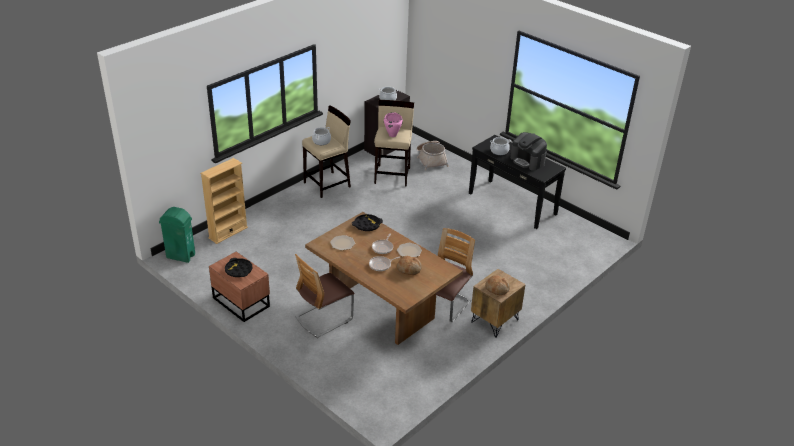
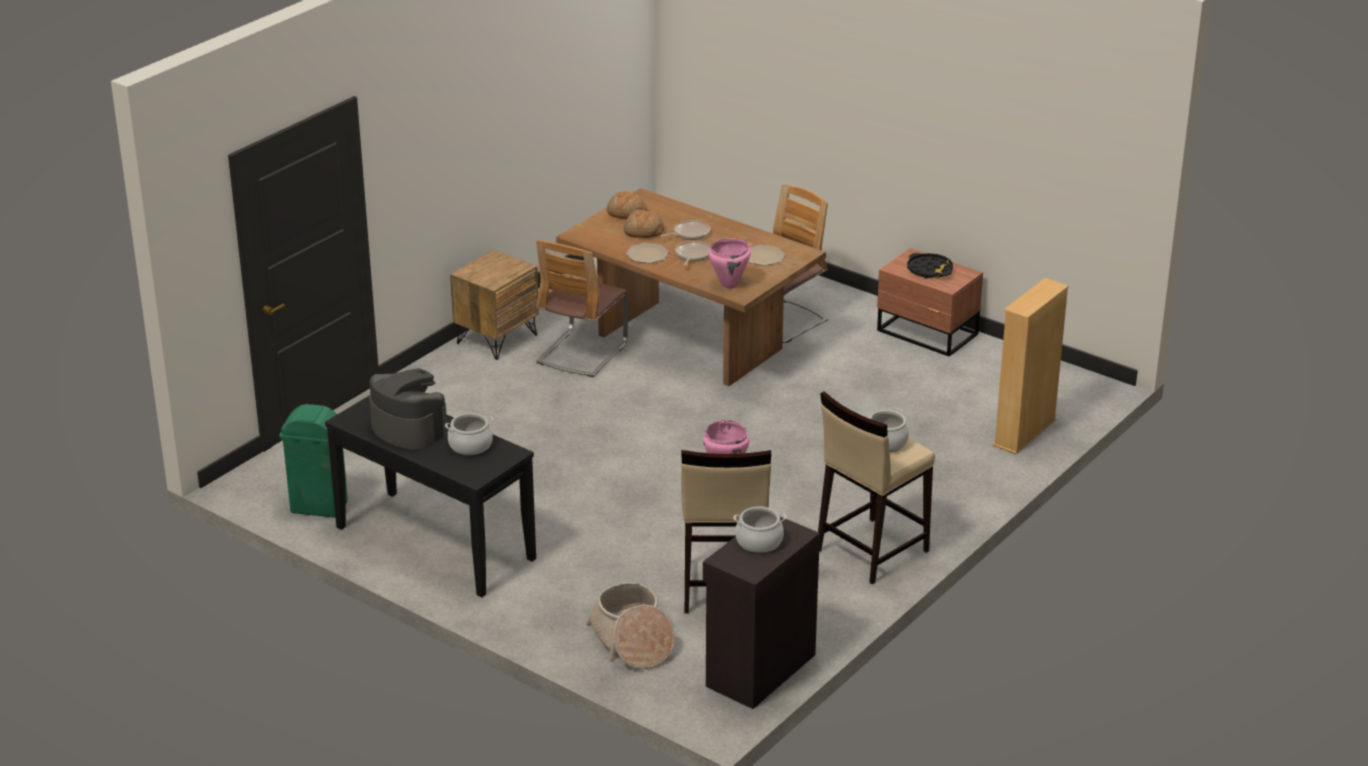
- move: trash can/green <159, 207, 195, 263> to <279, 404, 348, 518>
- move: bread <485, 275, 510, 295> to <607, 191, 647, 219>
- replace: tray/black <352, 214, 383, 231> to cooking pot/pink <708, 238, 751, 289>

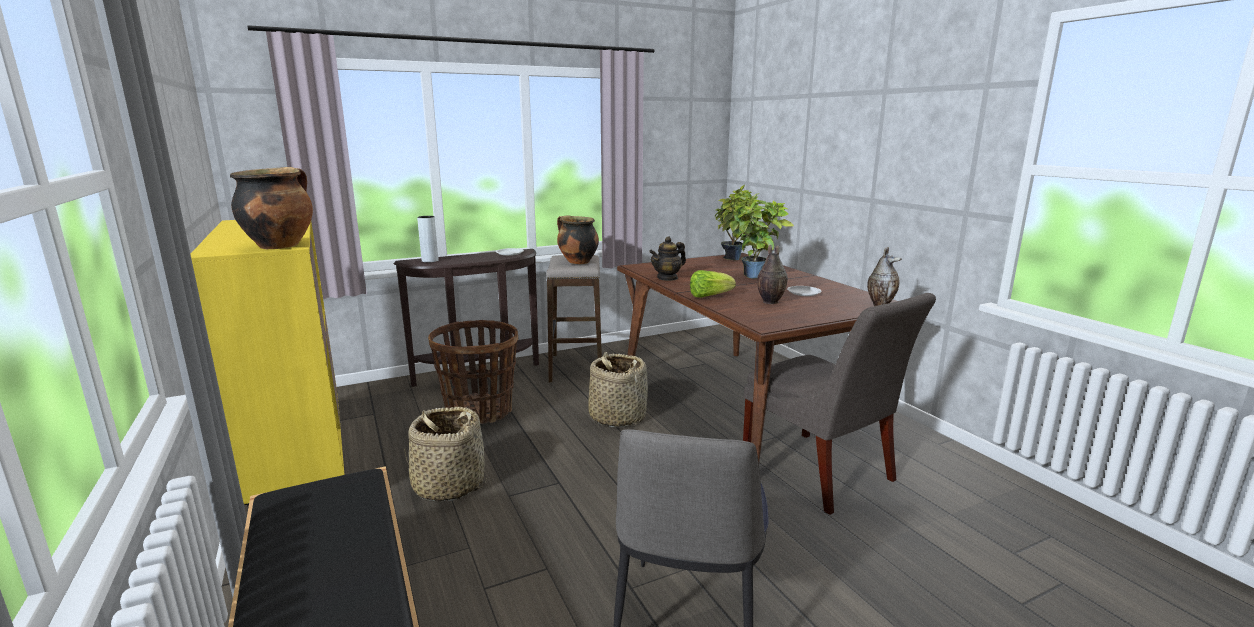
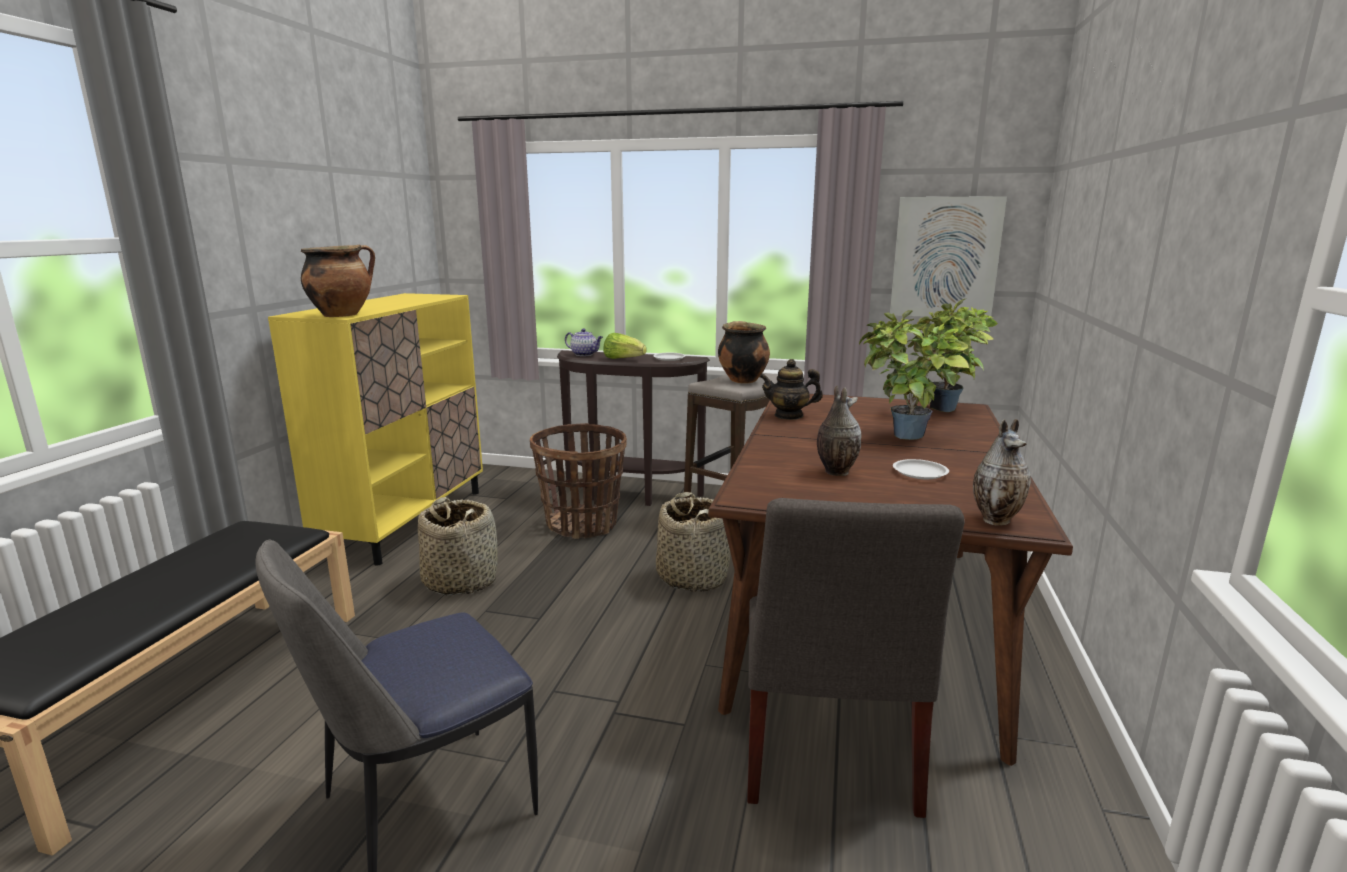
- replace: vase/grey <417, 216, 439, 263> to teapot <565, 328, 603, 356>
- move: lettuce <690, 270, 736, 298> to <604, 333, 647, 359>
- insert: picture <890, 196, 1007, 319>

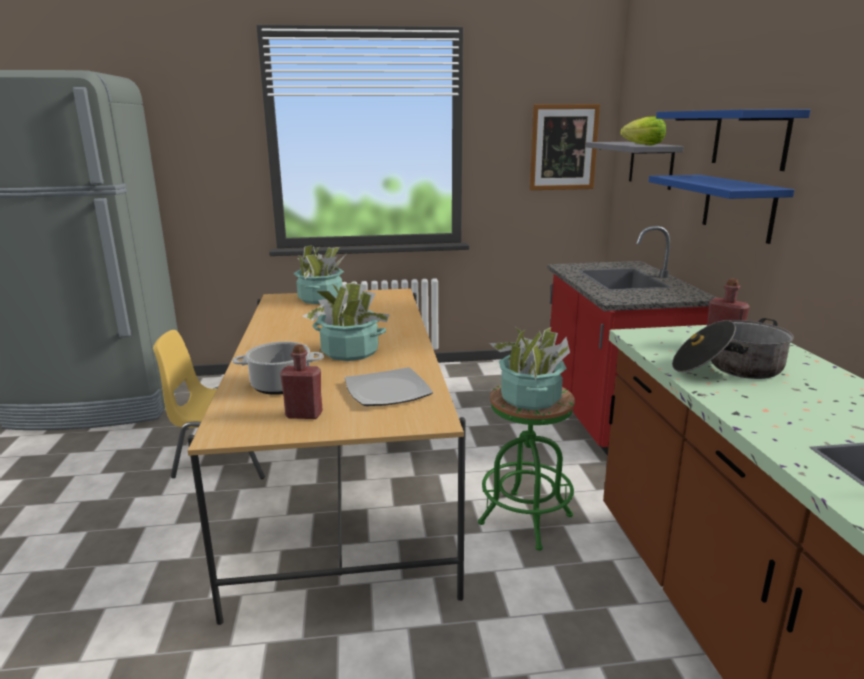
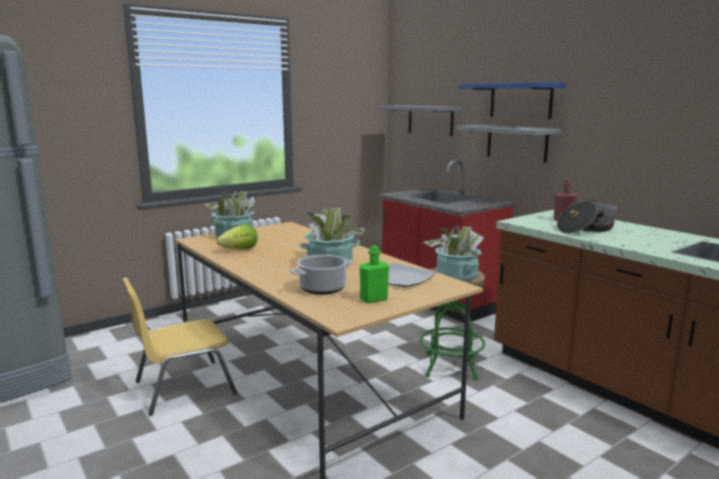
- move: lettuce <620, 116, 666, 145> to <217, 225, 258, 249>
- recolor: bottle/red <280, 344, 323, 419> to bottle/green <359, 245, 389, 303>
- recolor: shelf/blue <649, 175, 794, 244> to shelf/grey <456, 125, 561, 163>
- delete: picture <530, 104, 600, 190>

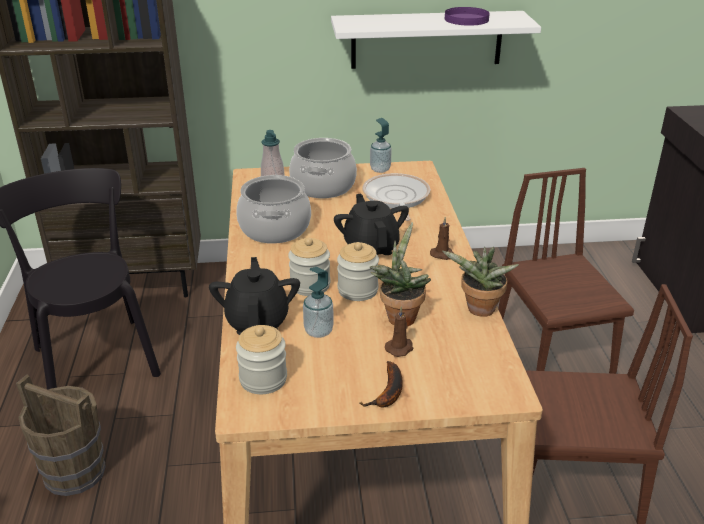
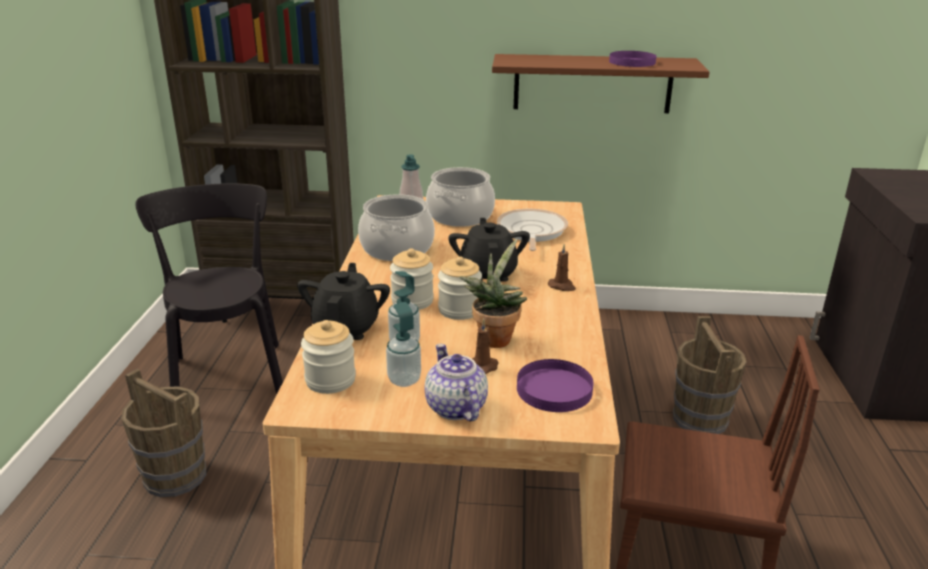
- move: soap dispenser <370, 118, 392, 173> to <386, 302, 421, 387>
- replace: banana <359, 361, 403, 408> to teapot <425, 344, 488, 421>
- recolor: shelf/white <331, 11, 541, 69> to shelf/brown <492, 54, 710, 113>
- insert: plate/purple <517, 359, 594, 412>
- replace: chair/brown <498, 168, 634, 374> to bucket/brown <673, 316, 747, 434>
- delete: potted plant <442, 247, 519, 317>

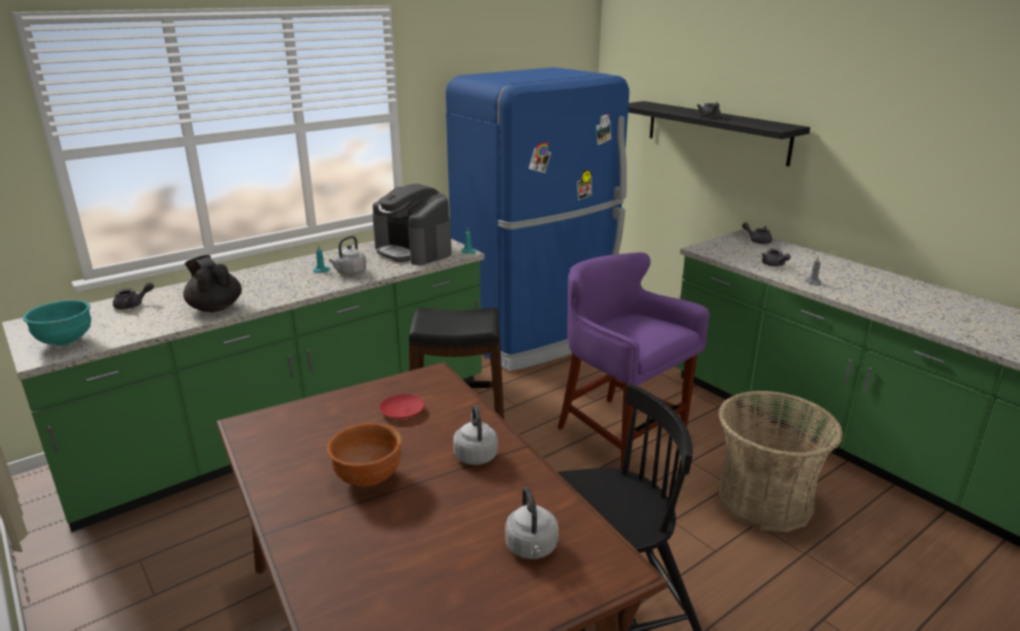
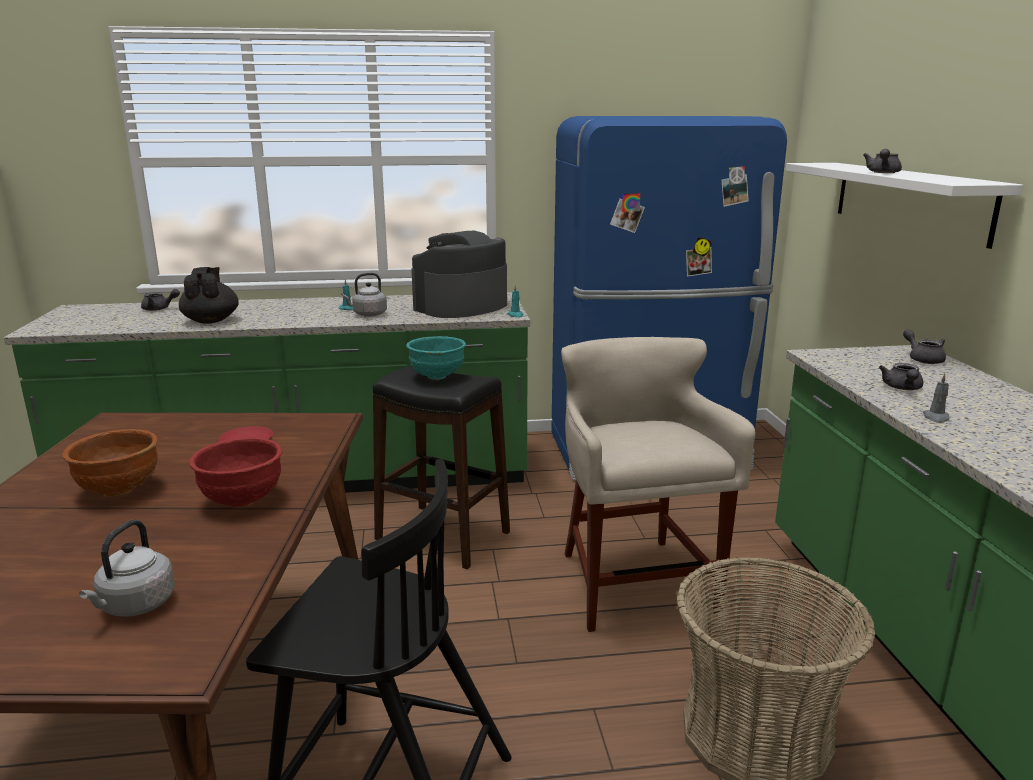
- replace: kettle/grey <453, 405, 498, 465> to bowl/red <189, 437, 282, 507>
- move: bowl/turquoise <23, 300, 91, 346> to <406, 336, 466, 380>
- rotate: coffee machine <372, 184, 452, 265> = <411, 231, 507, 318> 60 degrees clockwise
- recolor: stool/purple <557, 253, 710, 469> to stool/beige <561, 337, 756, 632>
- recolor: shelf/black <628, 101, 810, 166> to shelf/white <785, 163, 1023, 249>

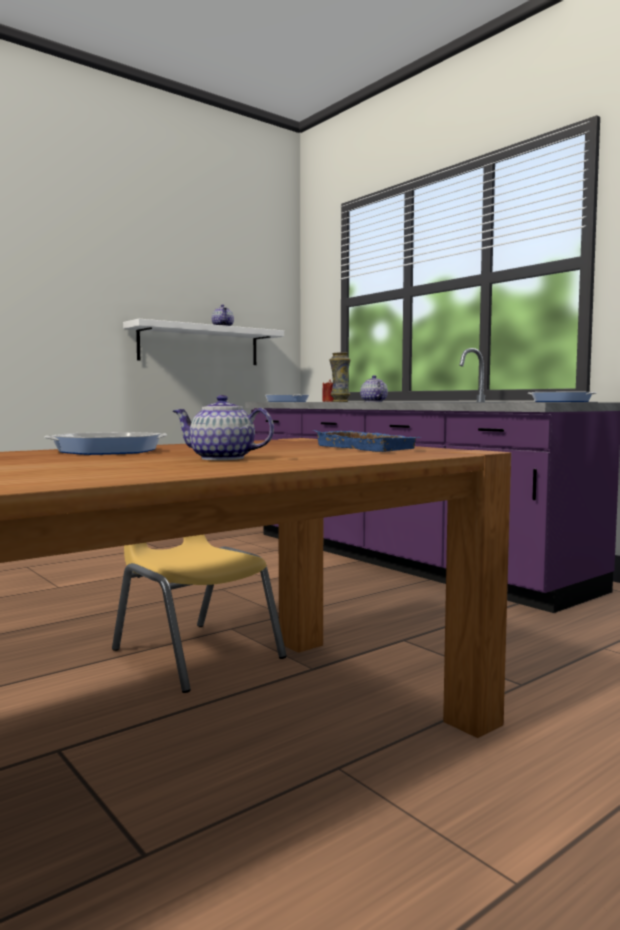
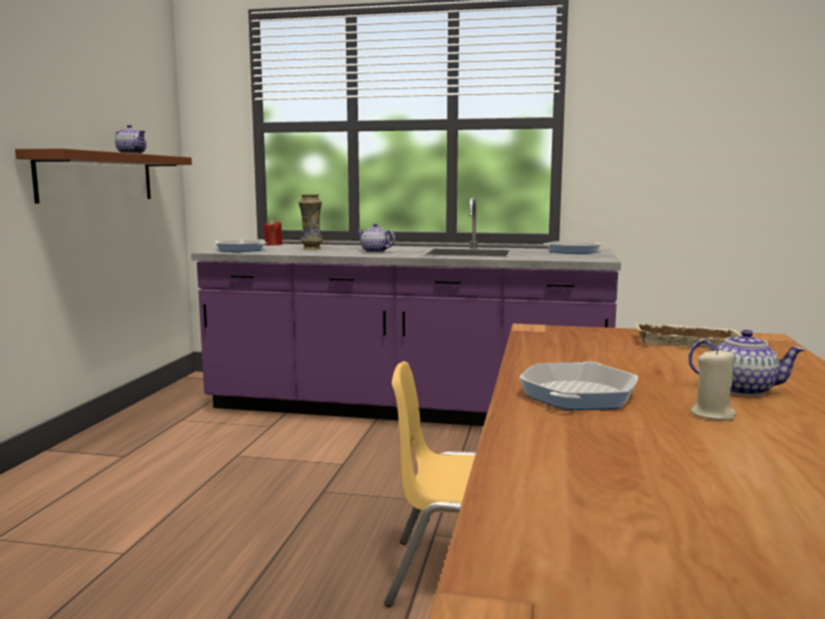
- recolor: shelf/white <123, 319, 284, 365> to shelf/brown <15, 148, 192, 204>
- recolor: tray/blue <313, 430, 421, 452> to tray/beige <636, 323, 742, 348>
- rotate: teapot <173, 395, 274, 460> = <688, 330, 805, 396> 135 degrees counterclockwise
- insert: candle/beige <690, 348, 736, 420>

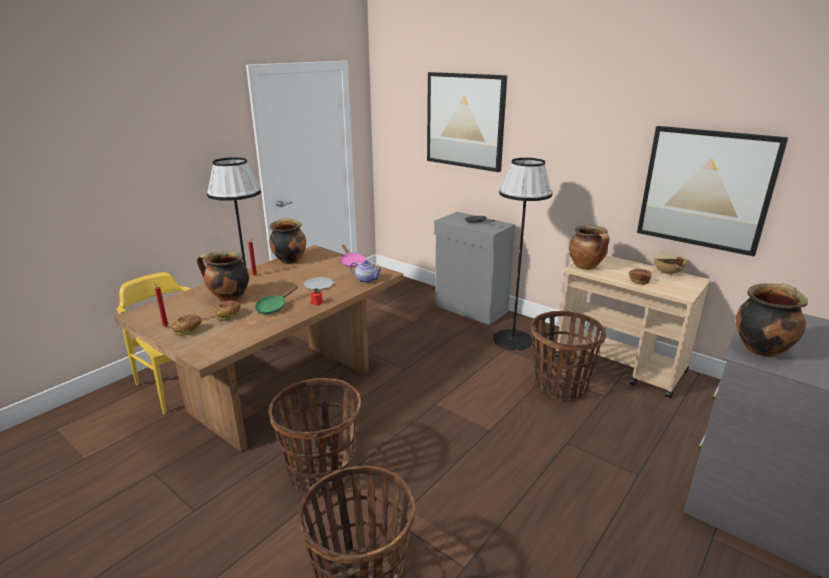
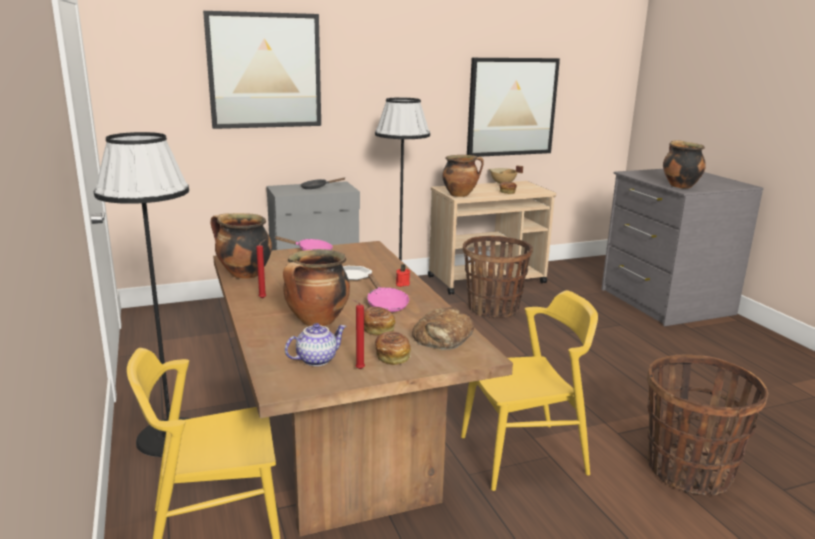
- move: teapot <350, 260, 383, 283> to <285, 323, 346, 366>
- recolor: frying pan/green <255, 286, 298, 314> to frying pan/pink <367, 274, 409, 312>
- insert: bread <412, 307, 474, 350>
- replace: basket <268, 378, 361, 495> to chair/yellow <461, 290, 598, 491>

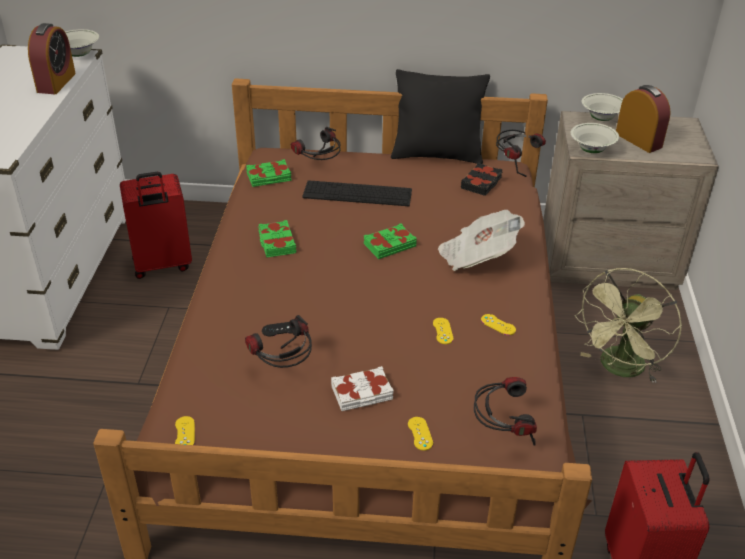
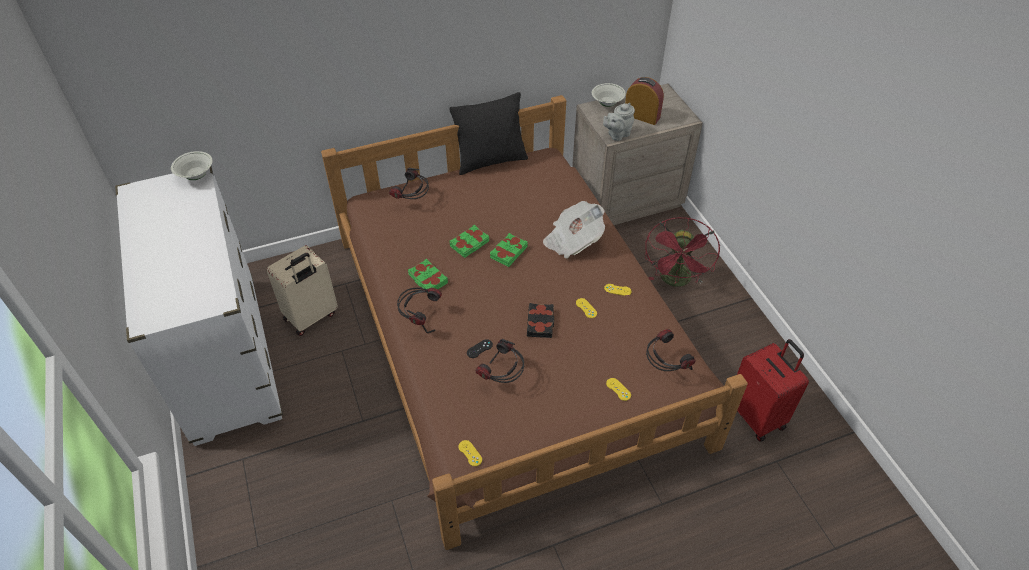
- recolor: suitcase/red <120, 172, 192, 279> to suitcase/beige <266, 245, 338, 336>
- move: headphones <496, 130, 546, 177> to <397, 288, 442, 333>
- move: book/green <246, 159, 291, 187> to <450, 225, 489, 258>
- move: book/black <461, 162, 503, 196> to <527, 303, 554, 338>
- replace: bowl/white <571, 123, 619, 153> to teapot/grey <603, 103, 635, 141>
- recolor: fan/green <575, 268, 682, 383> to fan/red <645, 217, 720, 287>
- delete: alarm clock <28, 23, 76, 94>
- delete: keyboard <302, 180, 412, 206>
- delete: book/white <331, 366, 394, 411>

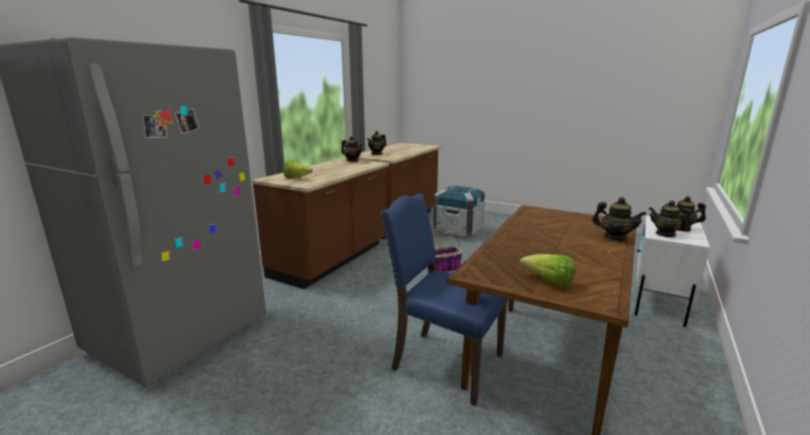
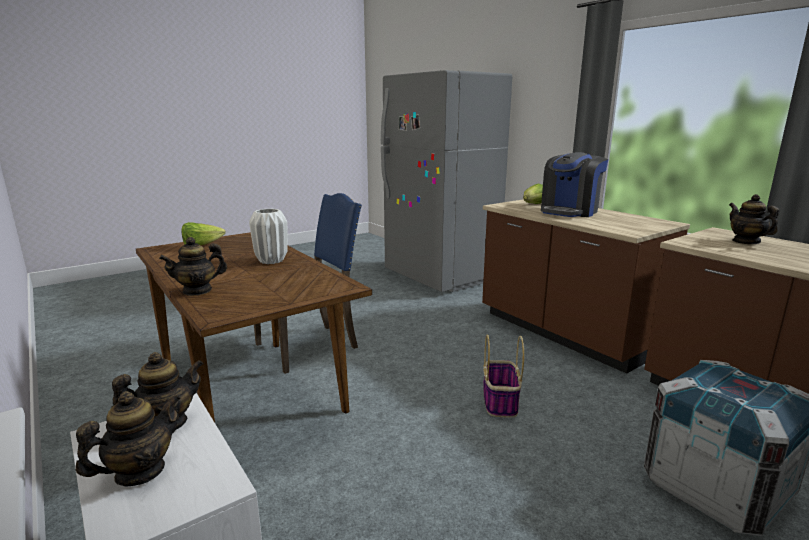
- insert: vase/white <249, 209, 288, 264>
- insert: coffee machine <541, 152, 608, 217>
- delete: teapot <341, 136, 363, 162>

